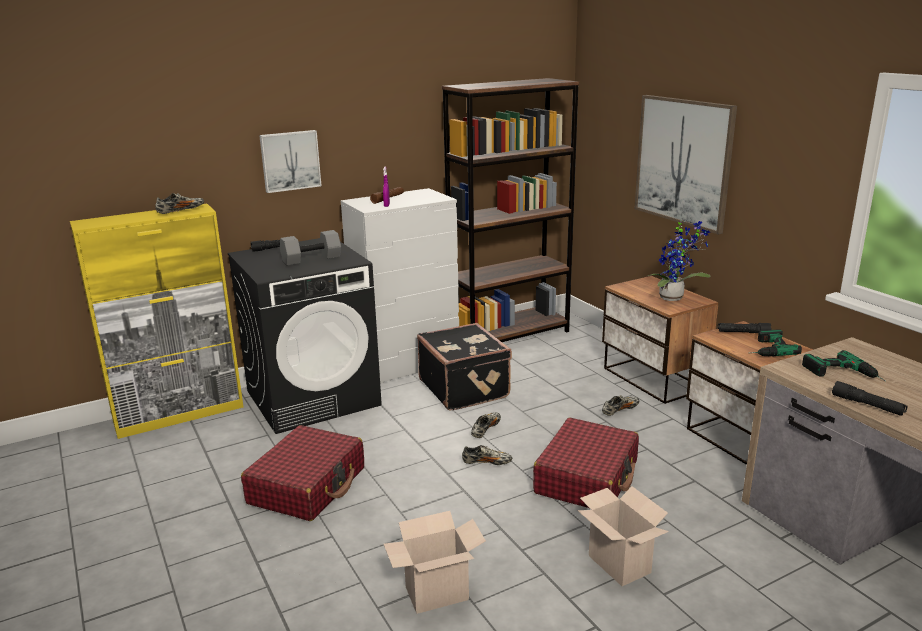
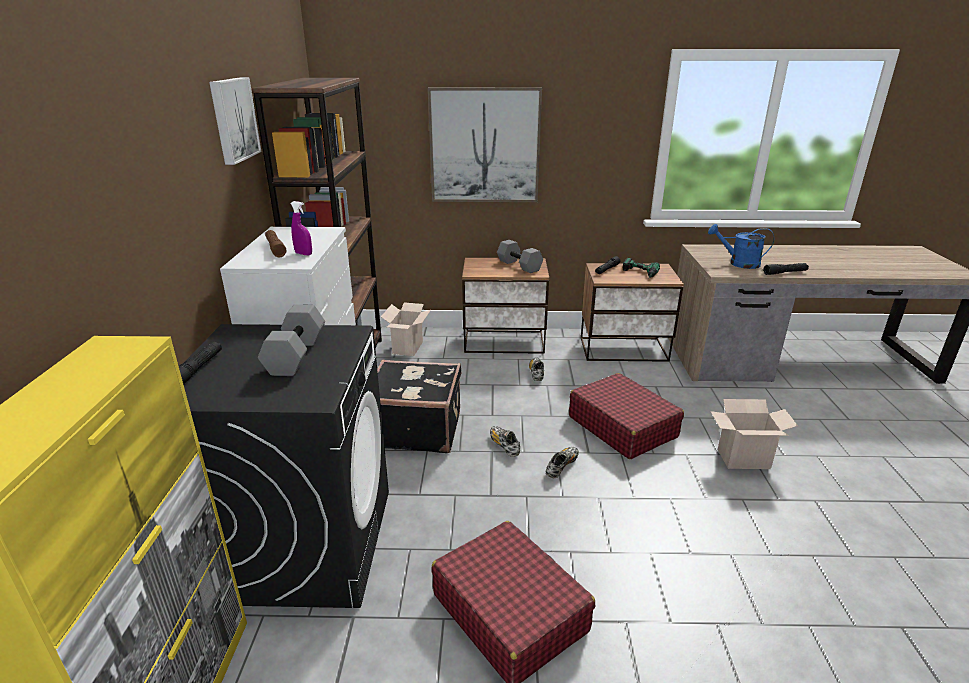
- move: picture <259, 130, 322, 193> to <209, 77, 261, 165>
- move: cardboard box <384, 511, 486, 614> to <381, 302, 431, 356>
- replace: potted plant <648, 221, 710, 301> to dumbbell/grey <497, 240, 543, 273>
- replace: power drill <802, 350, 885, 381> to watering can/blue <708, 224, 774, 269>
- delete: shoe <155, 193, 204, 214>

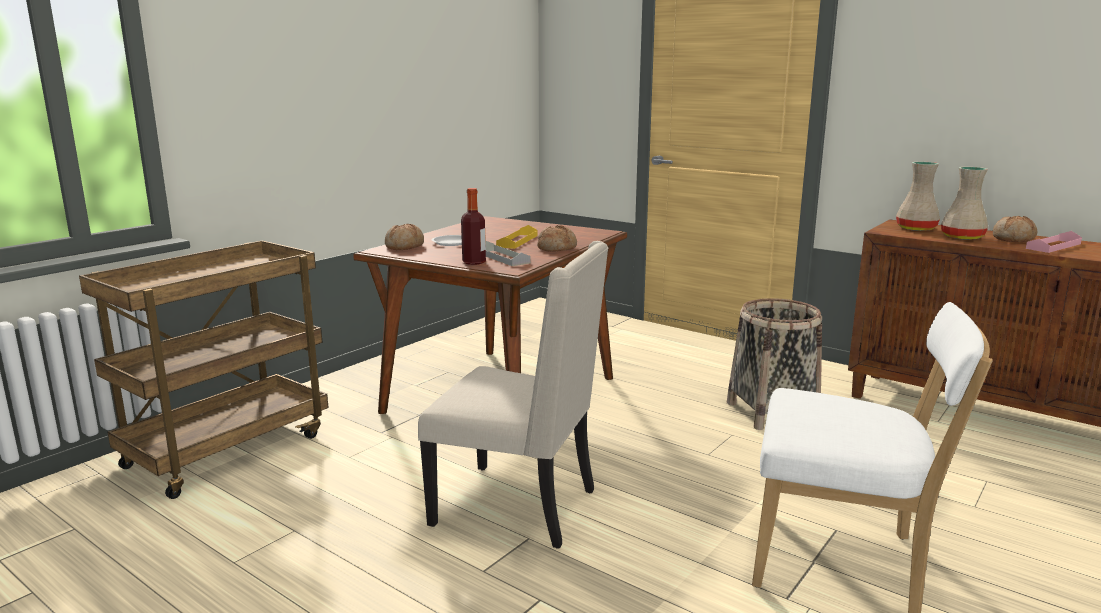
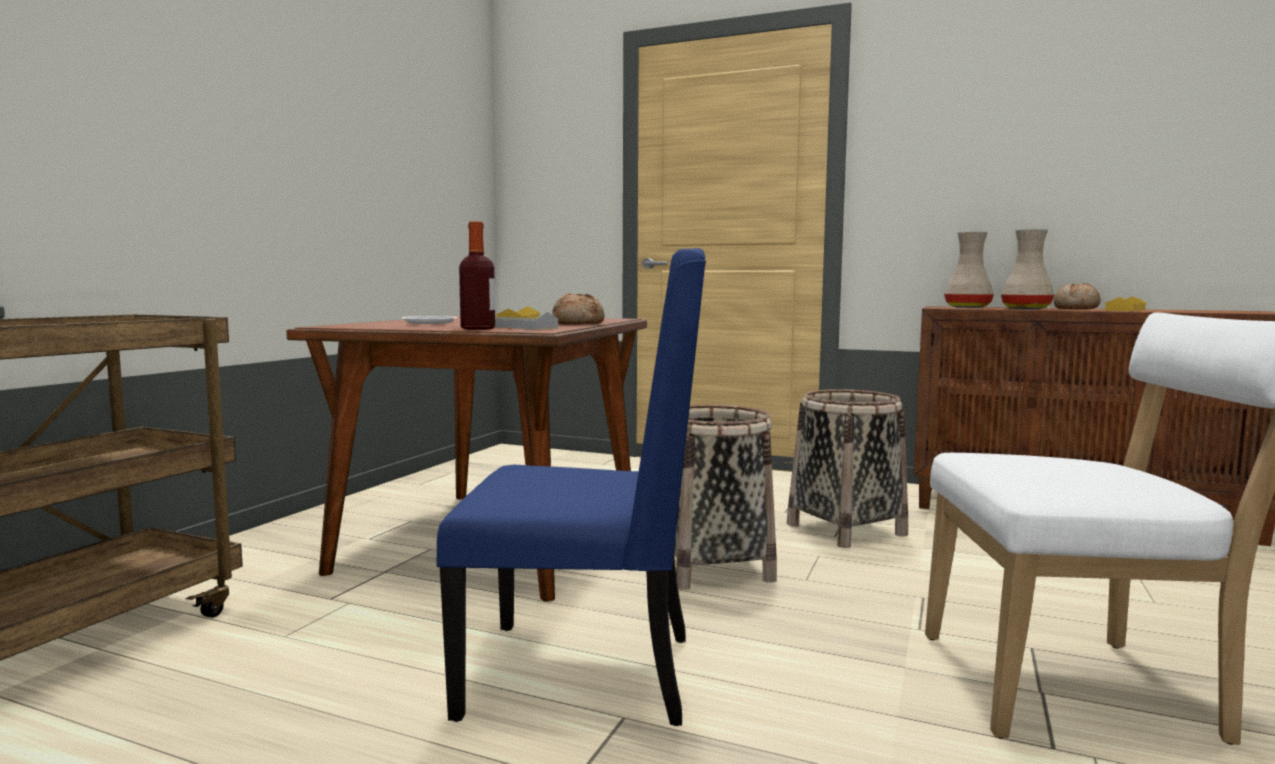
- recolor: chair/beige <418, 241, 608, 549> to chair/blue <437, 248, 706, 726>
- insert: basket <674, 405, 777, 590>
- recolor: tray/pink <1026, 231, 1082, 253> to tray/yellow <1105, 297, 1146, 311>
- delete: bread <385, 224, 424, 250>

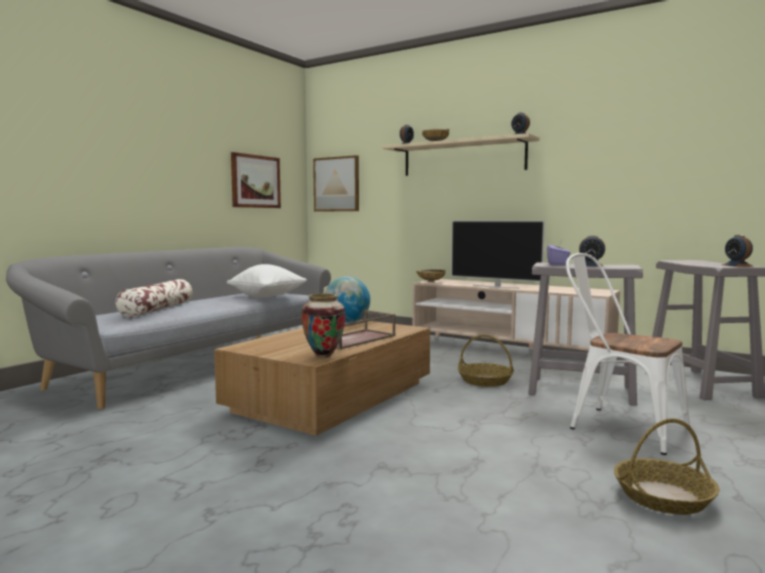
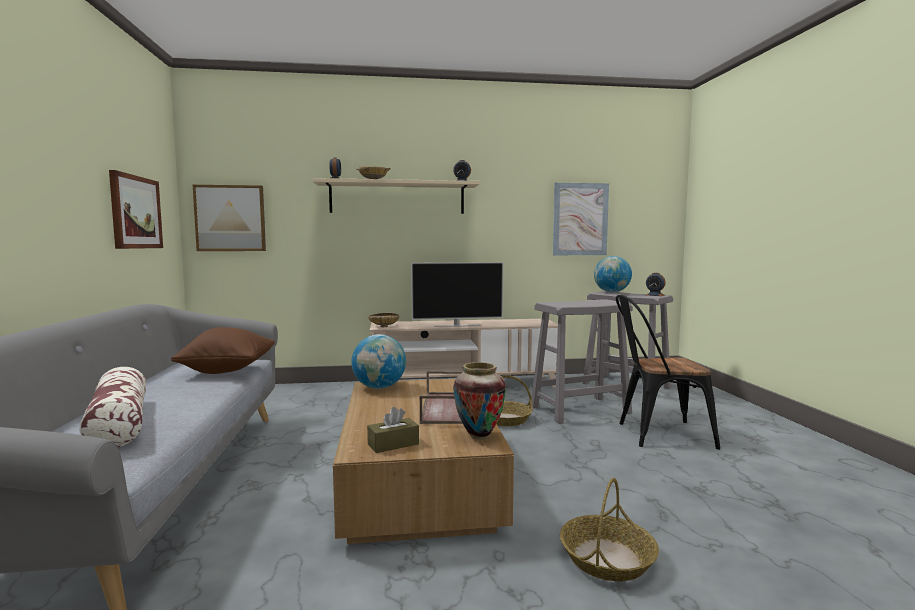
- recolor: pillow/white <227, 264, 307, 297> to pillow/brown <171, 327, 275, 374>
- insert: tissue box/brown <367, 407, 419, 453>
- insert: picture <553, 183, 609, 255>
- move: basket <614, 418, 720, 515> to <560, 478, 659, 581>
- insert: globe <594, 256, 632, 292>
- recolor: chair/white <566, 253, 690, 455> to chair/black <616, 295, 720, 450>
- delete: tissue box/purple <547, 239, 570, 265>
- delete: alarm clock <579, 235, 605, 267>

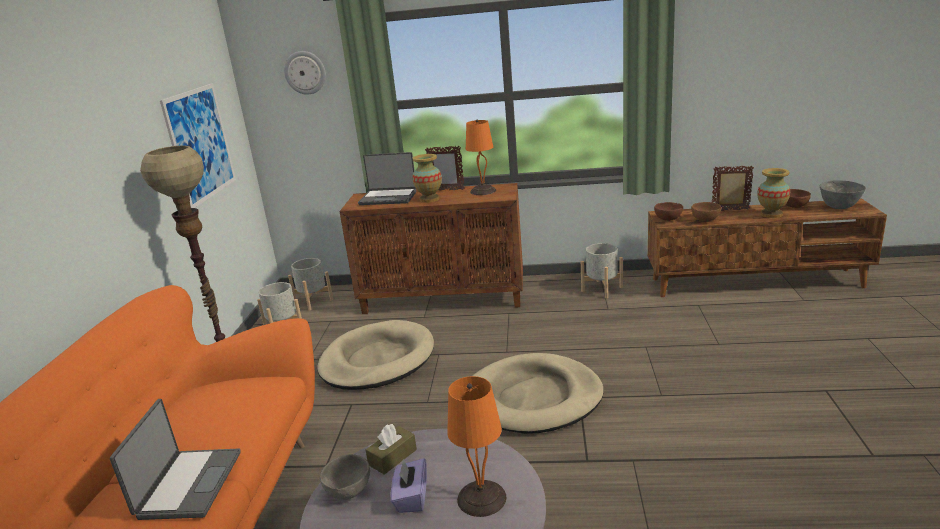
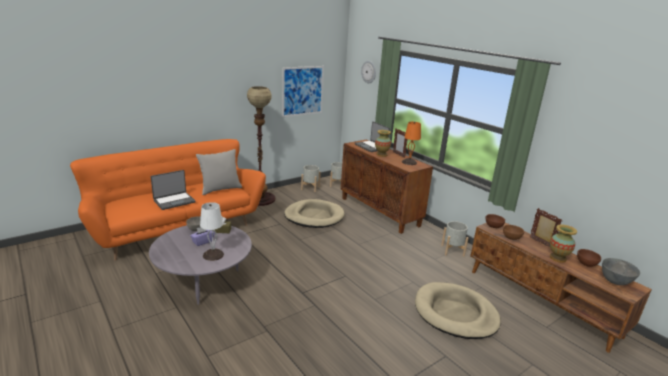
- insert: pillow/grey <196, 149, 242, 195>
- recolor: table lamp/orange <447, 376, 507, 517> to table lamp/white <200, 202, 224, 261>
- move: dog bed/beige <473, 353, 604, 434> to <415, 282, 501, 339>

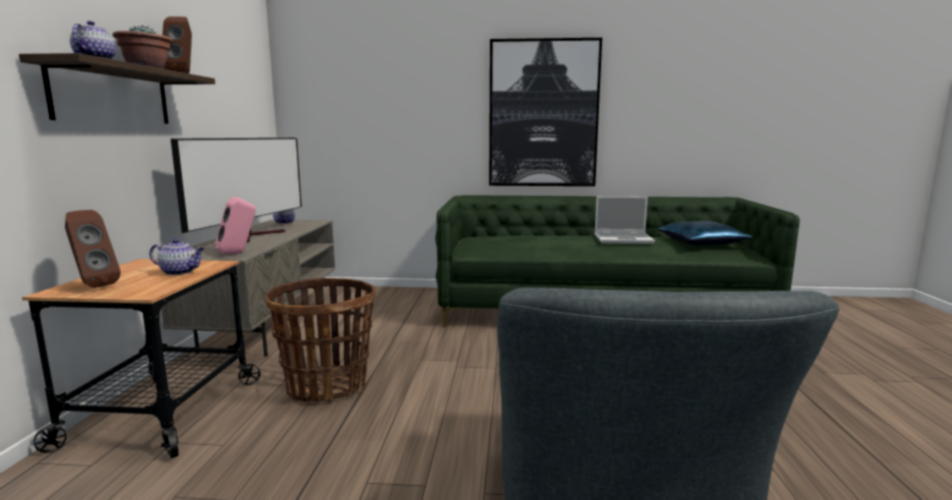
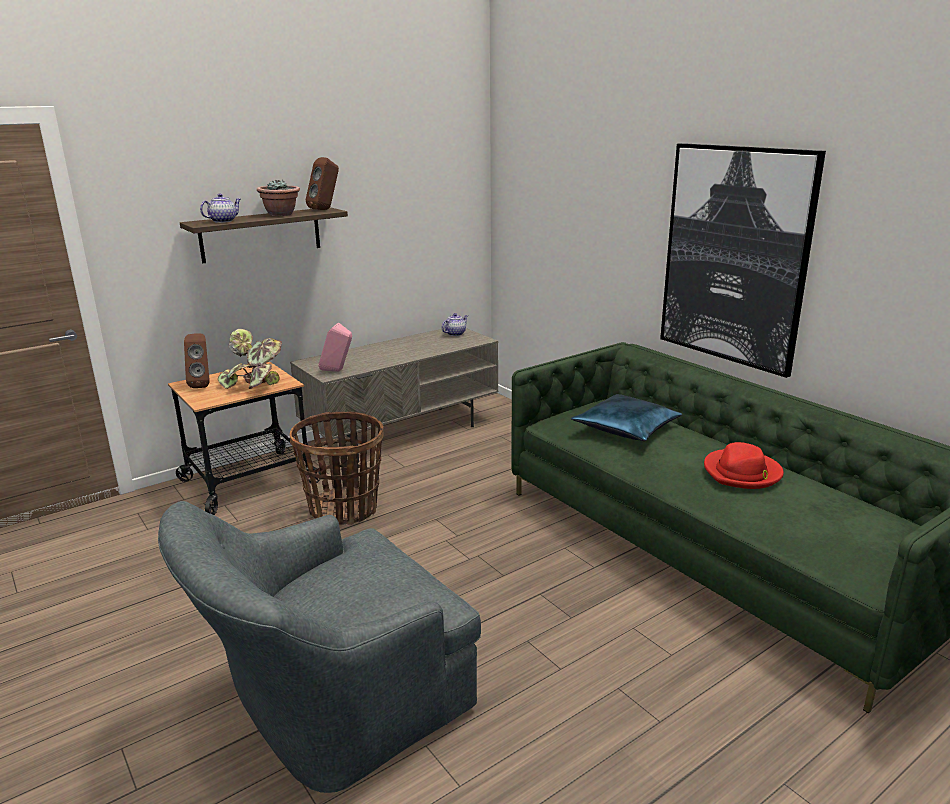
- replace: teapot <149, 239, 205, 275> to potted plant <218, 329, 282, 389>
- move: pillow/blue <658, 221, 753, 245> to <571, 394, 682, 441>
- replace: laptop <595, 196, 655, 244> to hat/red <704, 442, 784, 489>
- delete: television <171, 138, 302, 242>

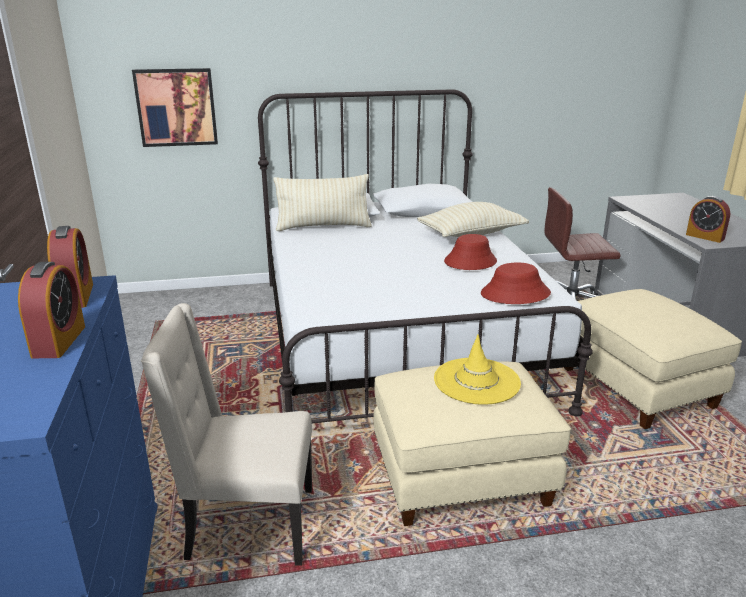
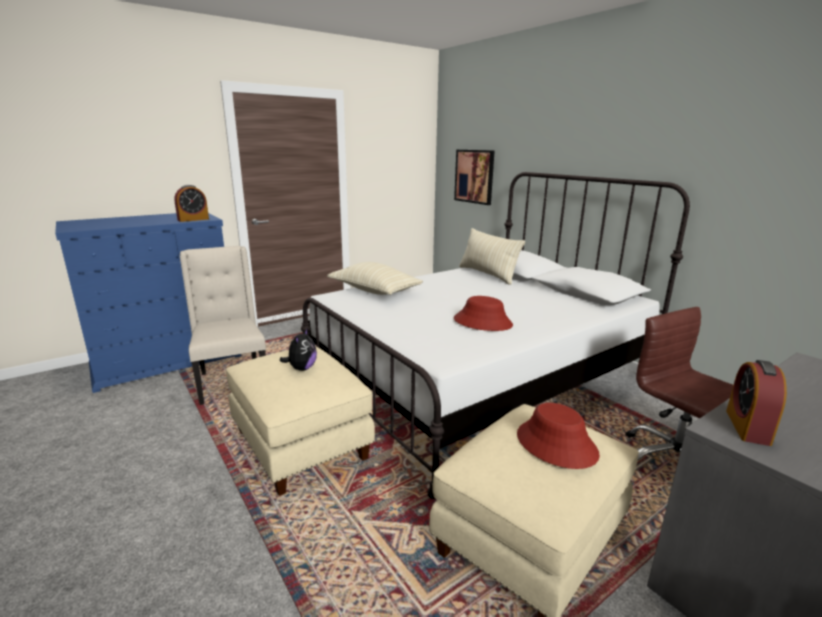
- replace: hat/yellow <434, 334, 521, 405> to plush toy <280, 327, 317, 371>
- move: pillow/beige <417, 202, 529, 237> to <327, 262, 423, 295>
- move: hat/red <481, 263, 551, 304> to <517, 403, 600, 469>
- delete: alarm clock <18, 262, 85, 358>

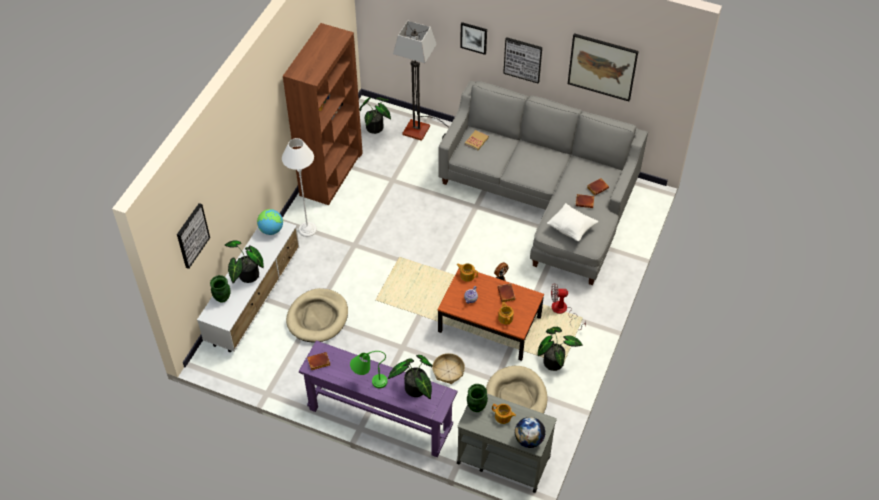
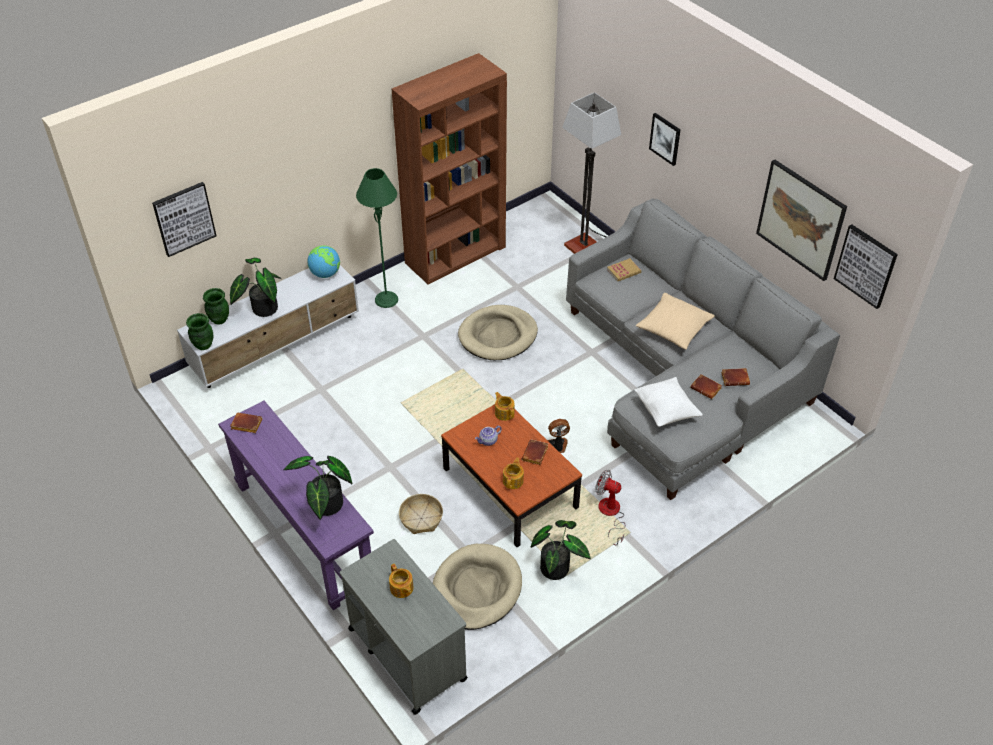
- move: vase/green <467, 384, 488, 412> to <186, 313, 213, 350>
- recolor: floor lamp/white <282, 138, 317, 237> to floor lamp/green <356, 168, 398, 308>
- move: dog bed/beige <286, 288, 348, 342> to <458, 305, 538, 360>
- insert: pillow/beige <636, 293, 715, 350>
- move: picture <503, 37, 542, 83> to <834, 224, 898, 309>
- delete: table lamp/green <350, 351, 388, 389>
- delete: potted plant <359, 97, 391, 134>
- delete: globe <515, 417, 546, 448>

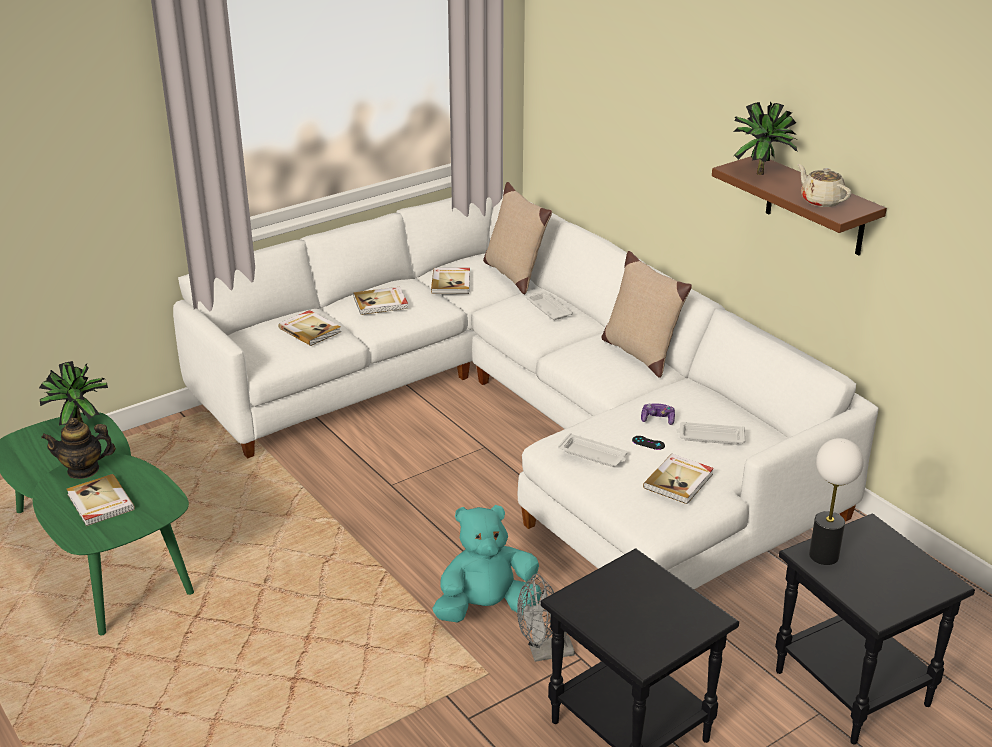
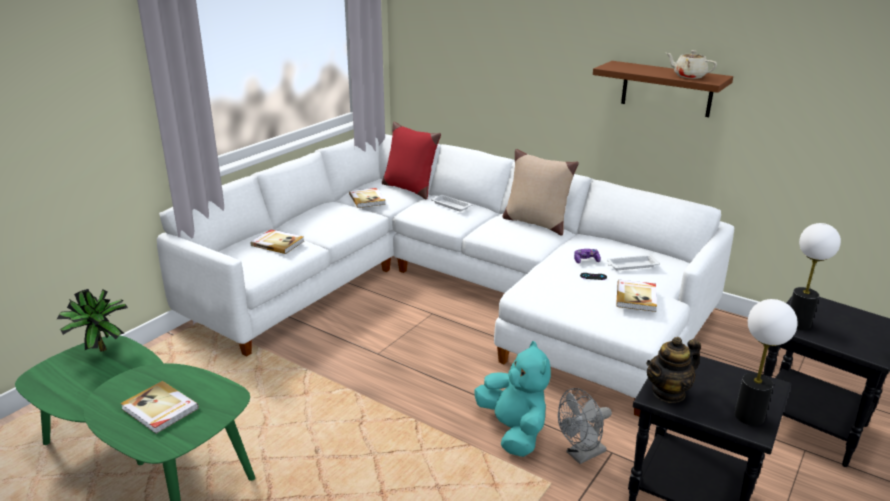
- recolor: pillow/beige <483, 182, 552, 294> to pillow/red <382, 122, 441, 199>
- rotate: plush toy/turquoise <432, 505, 542, 622> = <474, 341, 551, 457> 105 degrees clockwise
- move: teapot <41, 418, 116, 479> to <646, 337, 701, 403>
- insert: table lamp <734, 299, 798, 426>
- delete: book <353, 287, 408, 315>
- delete: tray/white <558, 433, 628, 467>
- delete: potted plant <733, 102, 798, 175>

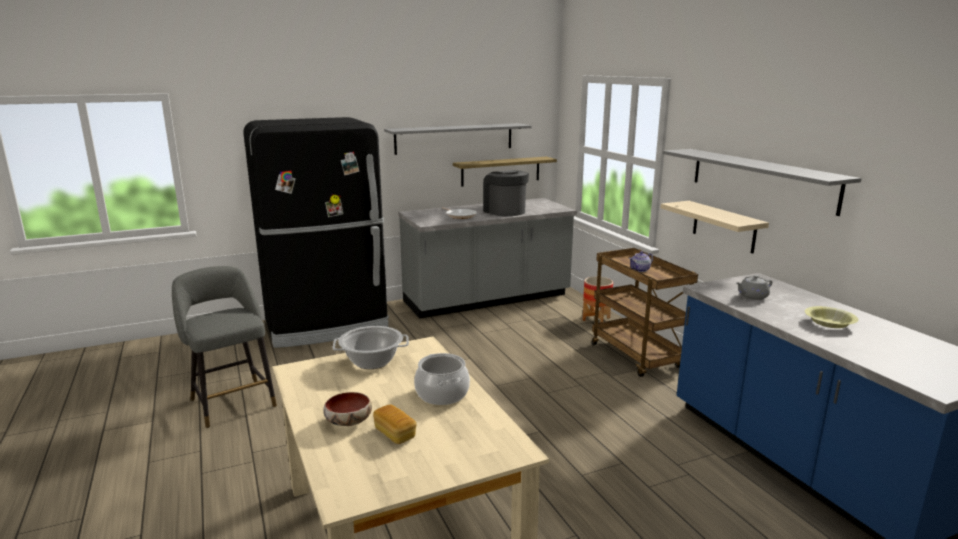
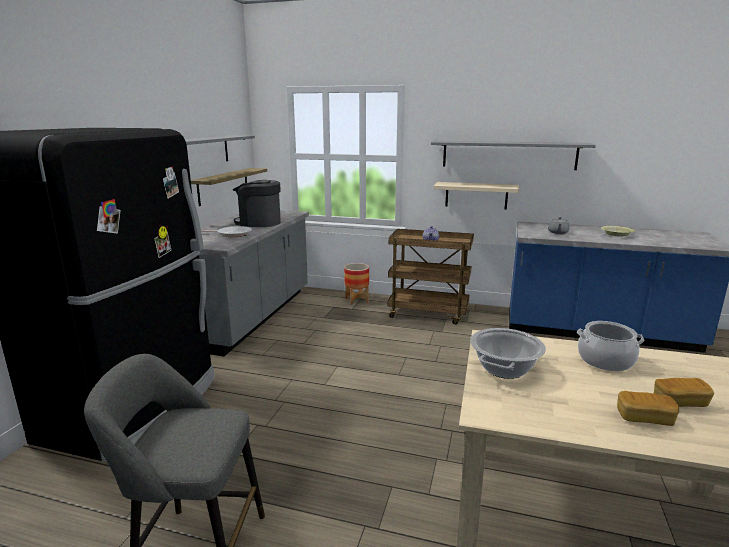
- replace: bowl <323, 392, 372, 426> to bread <617, 391, 679, 426>

